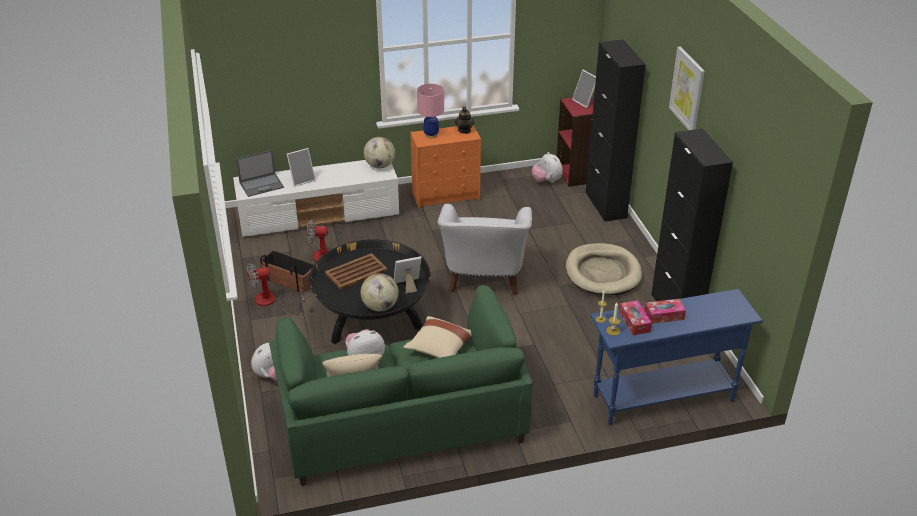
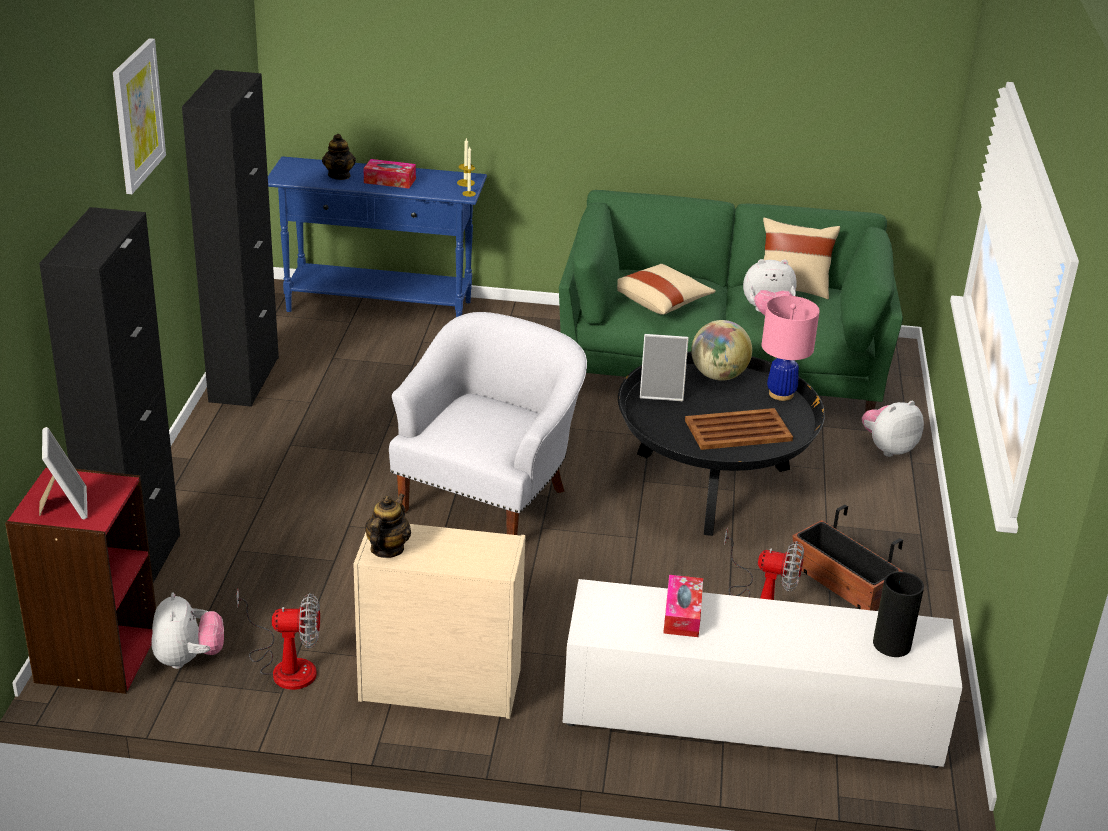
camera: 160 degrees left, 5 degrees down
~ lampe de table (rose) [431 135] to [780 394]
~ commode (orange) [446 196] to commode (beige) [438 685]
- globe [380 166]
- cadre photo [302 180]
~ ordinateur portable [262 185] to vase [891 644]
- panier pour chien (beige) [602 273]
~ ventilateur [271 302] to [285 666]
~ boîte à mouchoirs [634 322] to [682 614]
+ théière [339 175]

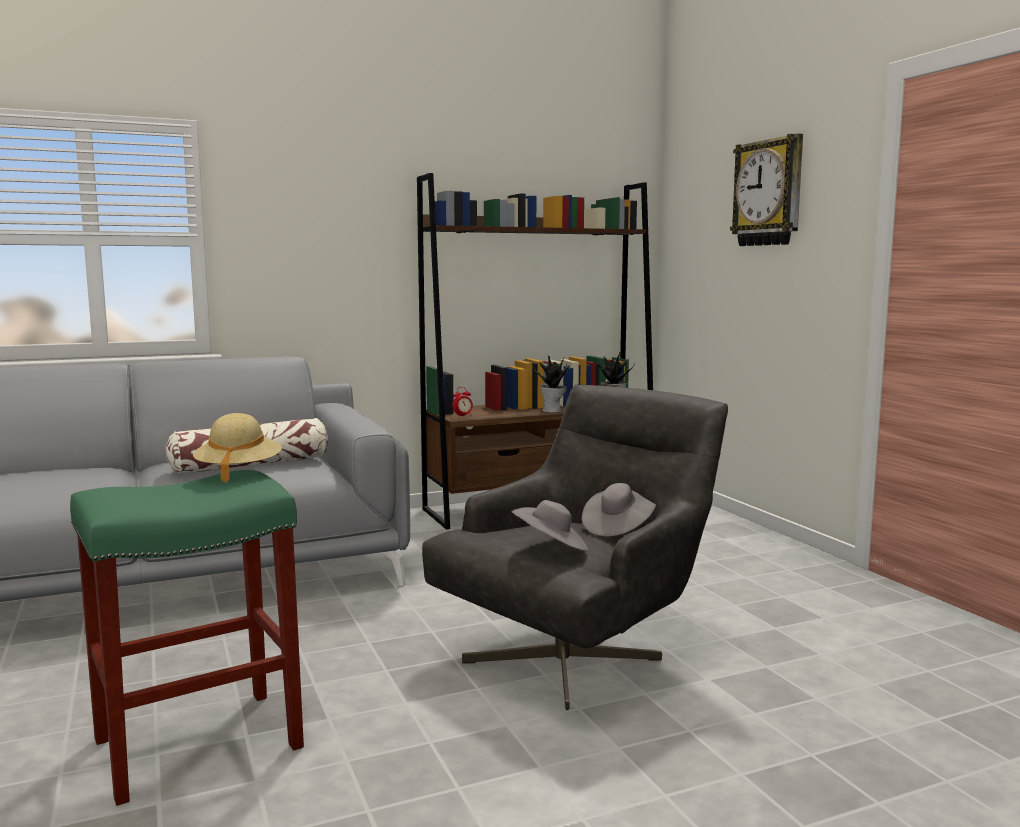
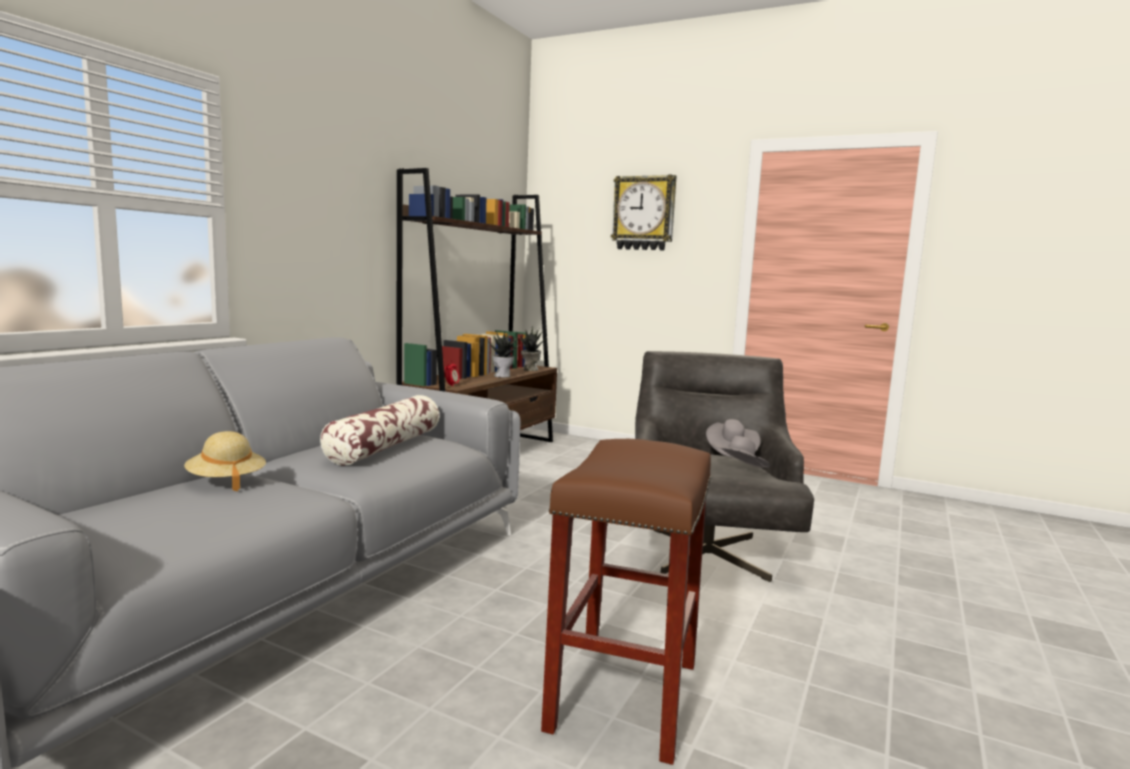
camera: 40 degrees left, 0 degrees up
~ chapeau (beige) [238 472] to [226 481]
~ tabouret (vert) [200 742] to tabouret (marron) [623 694]

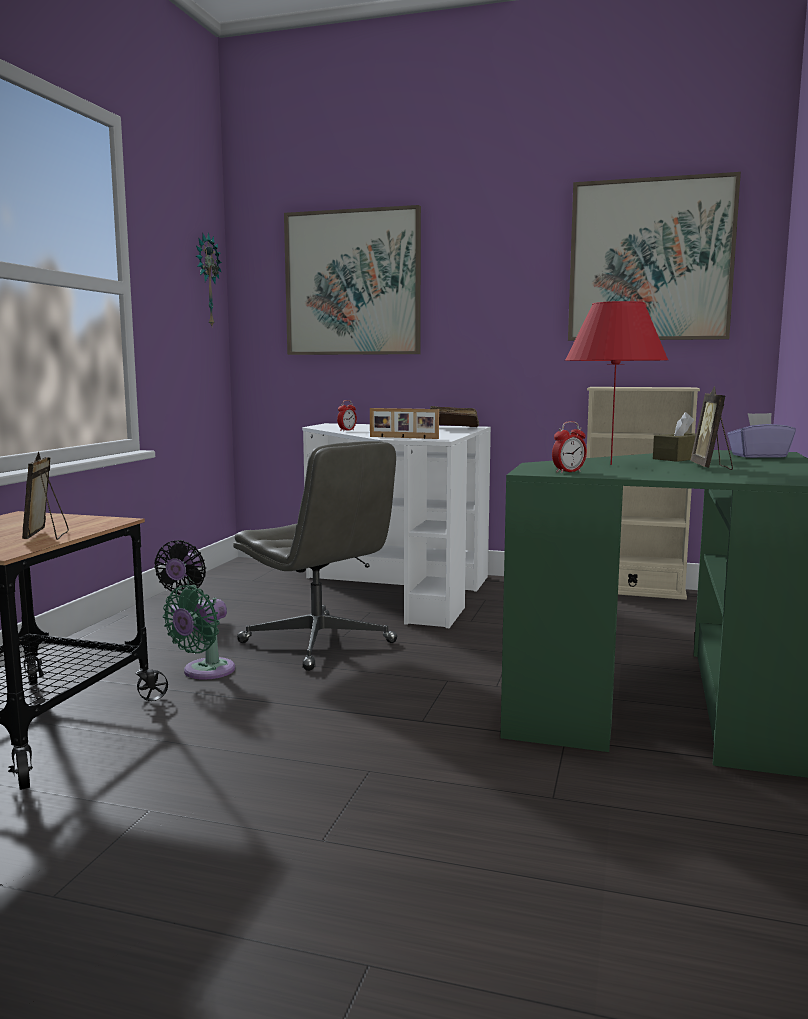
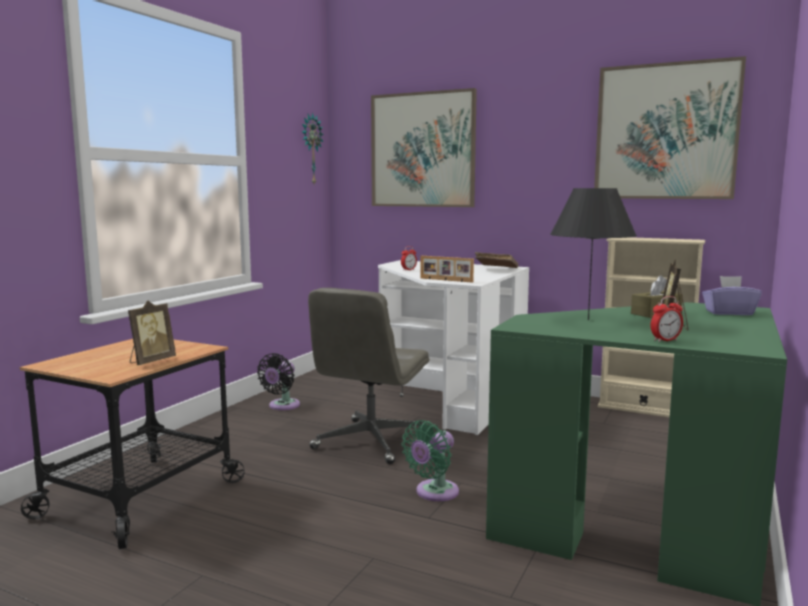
camera: 10 degrees right, 0 degrees up
~ lampe de table (rouge) [610 464] to lampe de table (noir) [587 320]
~ réveil [568 472] to [665 340]
~ chaise de bureau (gris) [319 643] = [370 441] 60 degrees clockwise
~ cadre photo [47 536] = [151 361] 150 degrees counterclockwise
~ ventilateur (vert) [205 672] to [434 493]

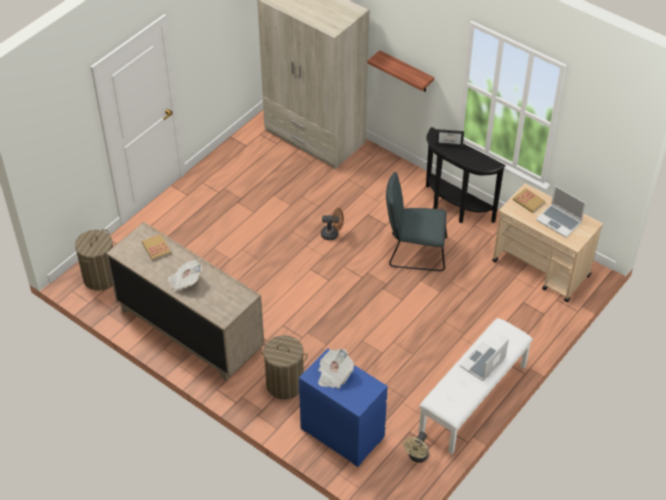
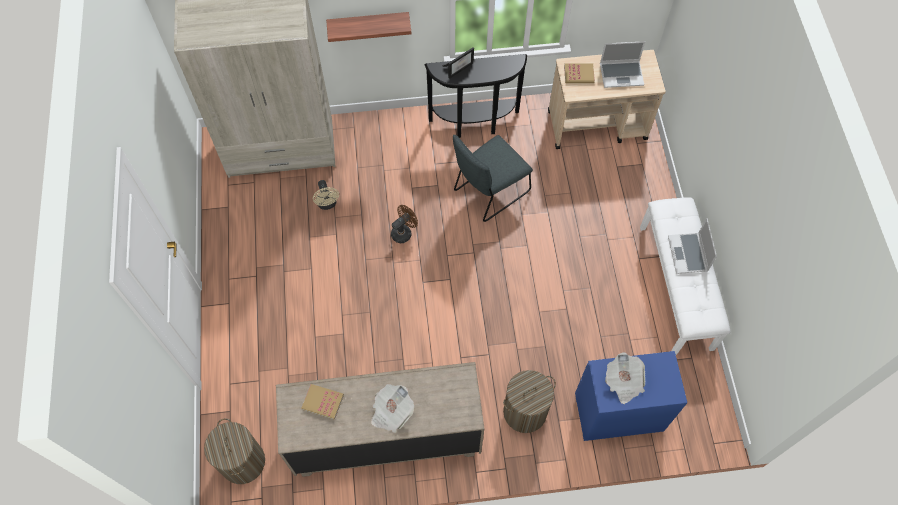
camera: 45 degrees left, 15 degrees up
~ ventilateur (beige) [417 457] to [327 204]

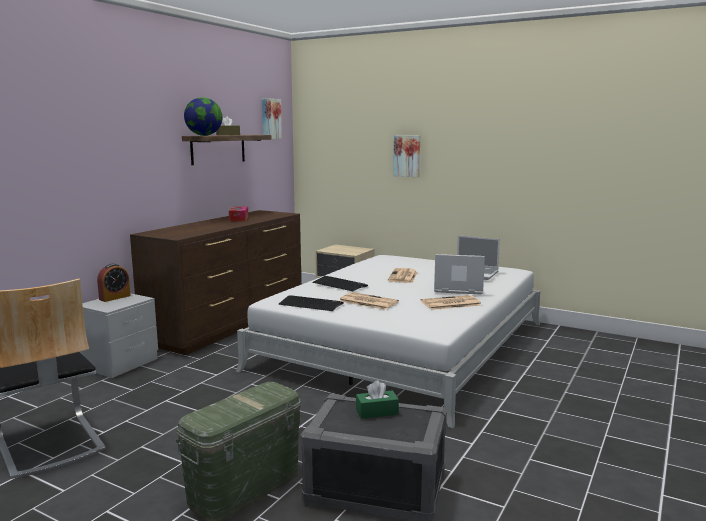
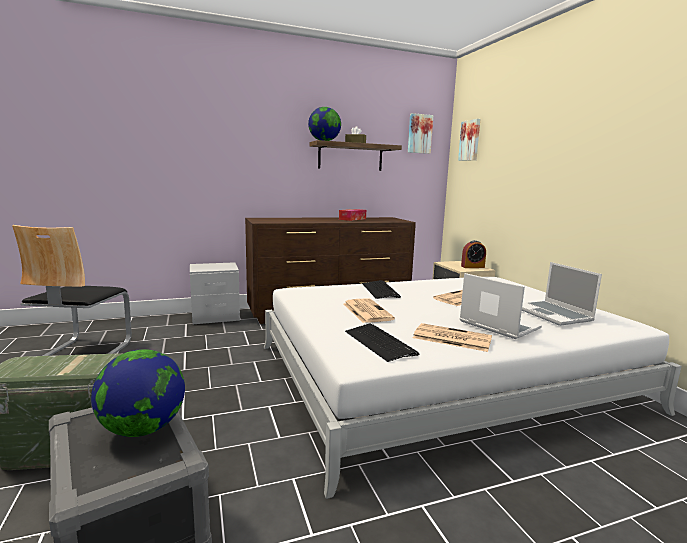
camera: 40 degrees right, 0 degrees up
~ tableau [407 156] to [470 140]
~ réveil [115 297] to [472 267]
~ clavier [310 304] to [380 343]
~ boîte à mouchoirs (vert) [377 412] to globe [143 429]

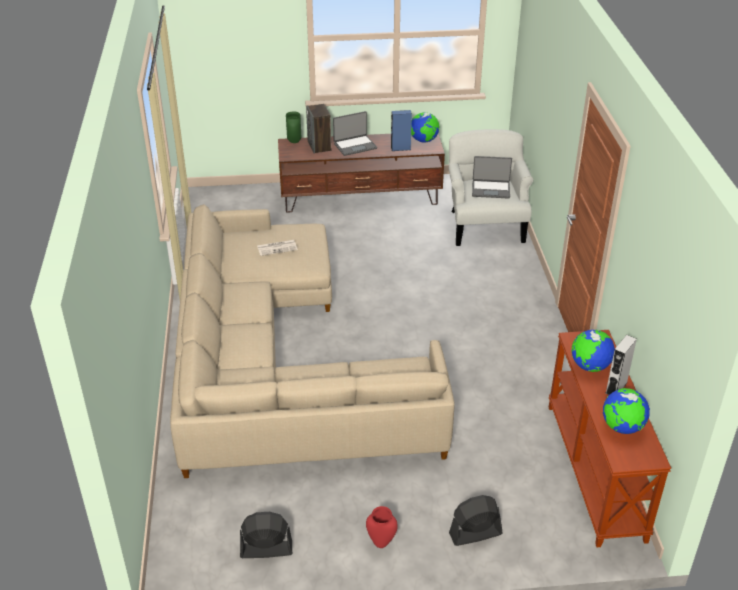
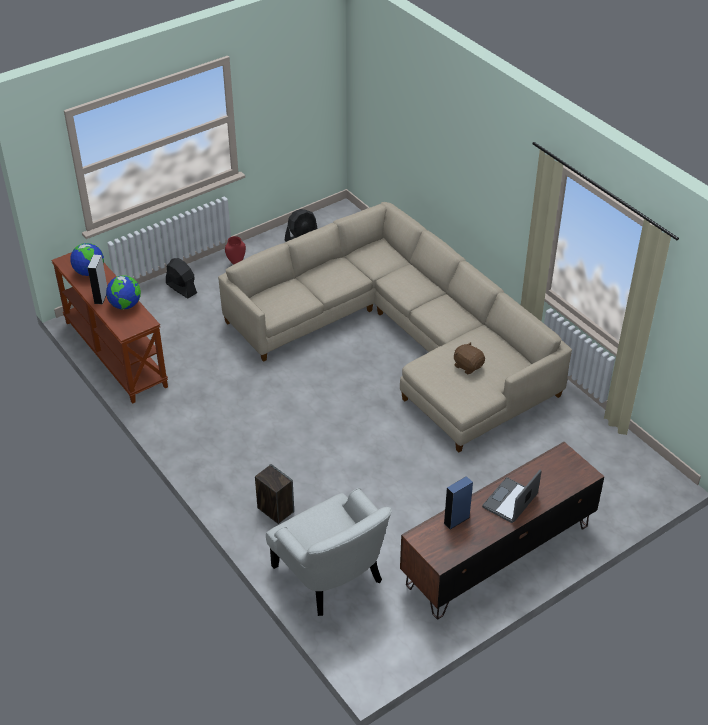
camera: 150 degrees right, 5 degrees up
~ enceinte [319 146] to [275 510]
- vase (vert) [294 141]
- globe [424 140]
- ordinateur portable [491 189]
~ journal [277 248] to peluche (marron) [468 366]
~ ventilateur (noir) [475 533] = [181 288] 90 degrees counterclockwise

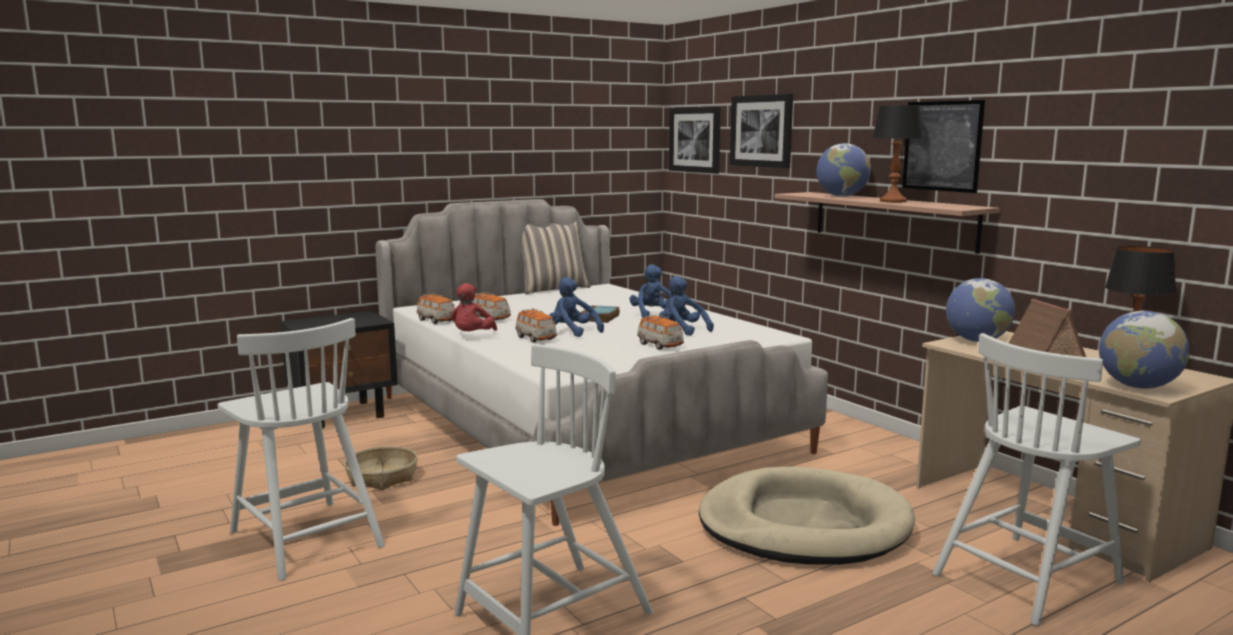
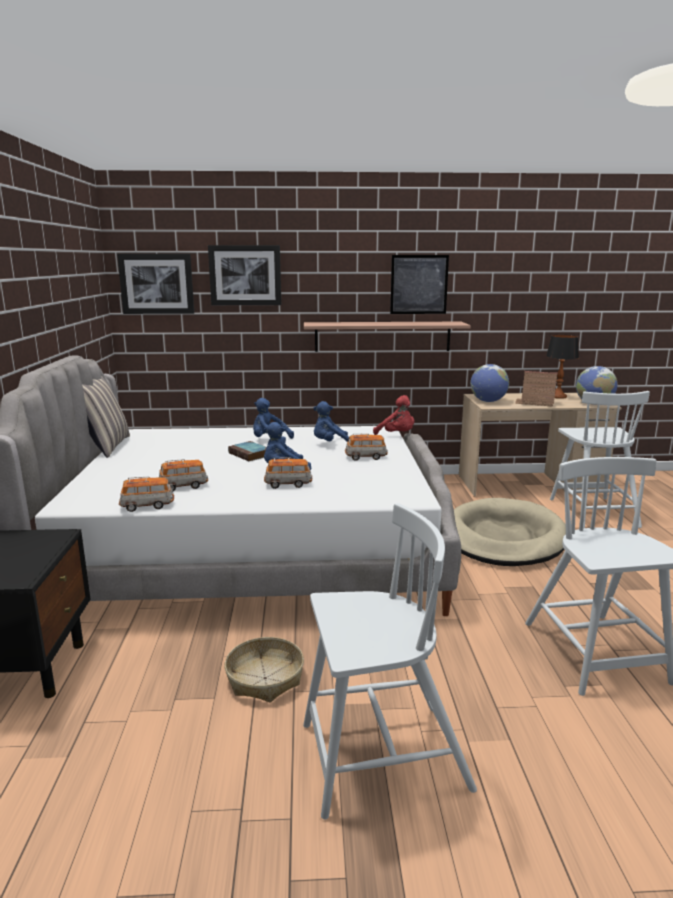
camera: 60 degrees left, 5 degrees up
- lampe de table [893 201]
- globe [841 196]
~ peluche (rouge) [472 336] to [397 435]

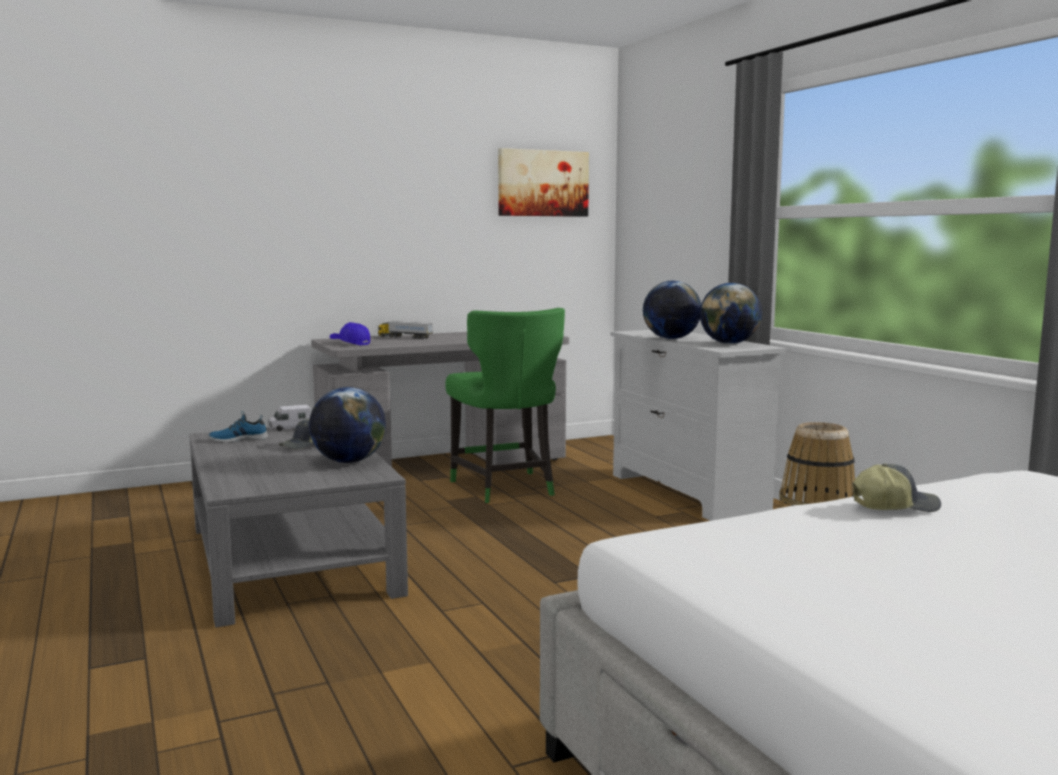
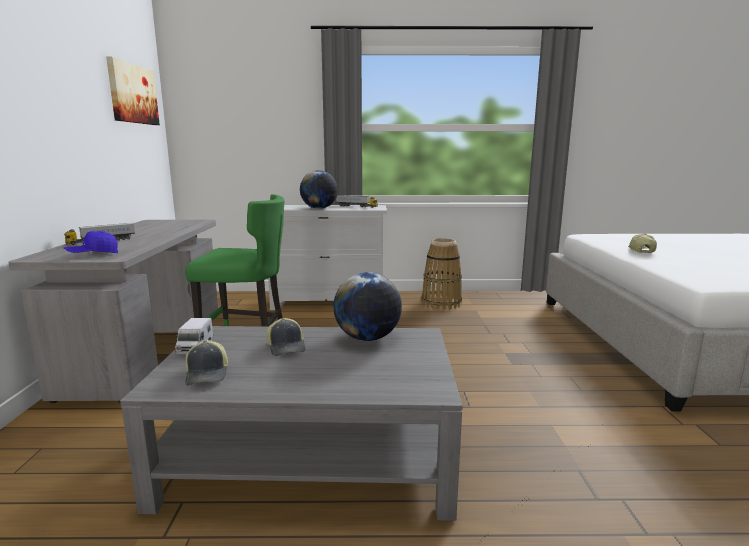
camera: 65 degrees left, 5 degrees up
~ globe [729 343] to camion jouet [356 206]
~ chaussure [238 439] to casquette [208 374]

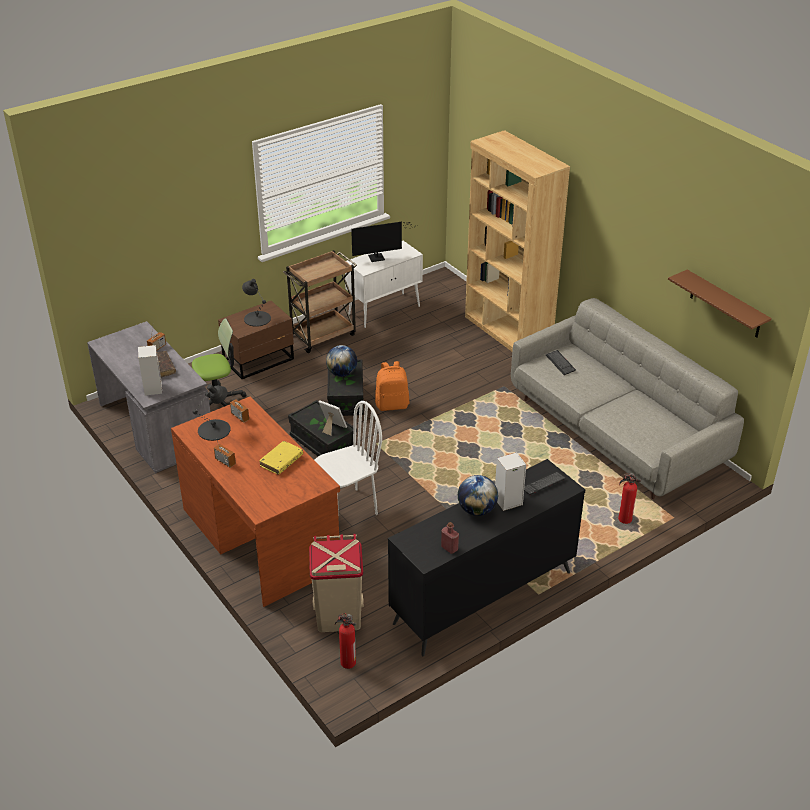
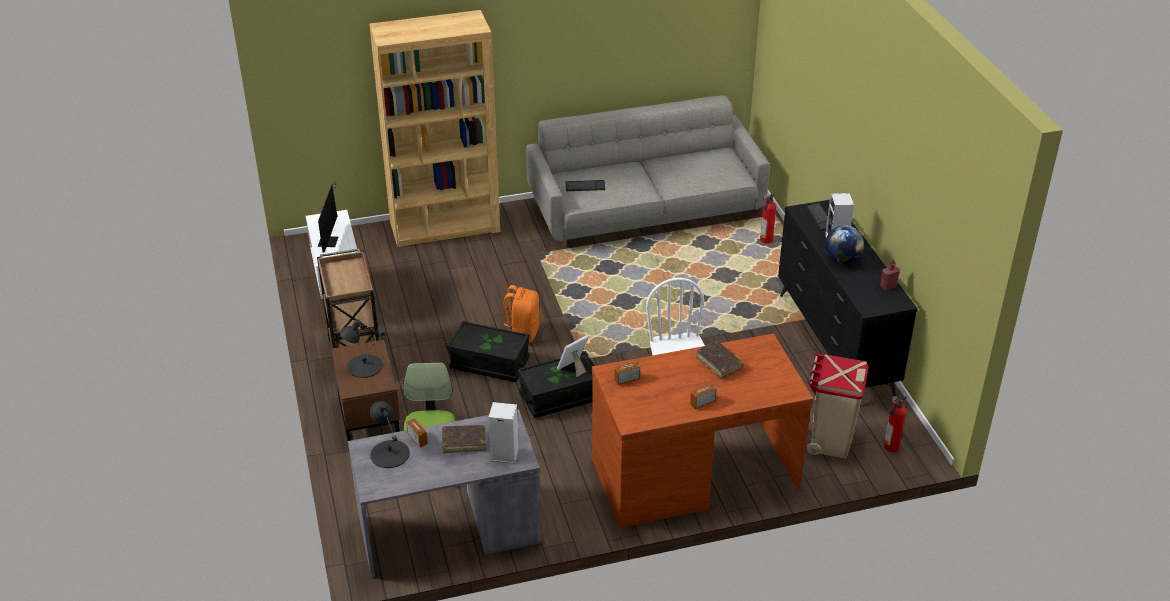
camera: 70 degrees left, 0 degrees up
- étagère (marron) [725 305]
- globe [342 373]
~ lampe de table (noir) [214 430] to [390 453]
~ livre (jaune) [281 461] to livre (marron) [719 363]

